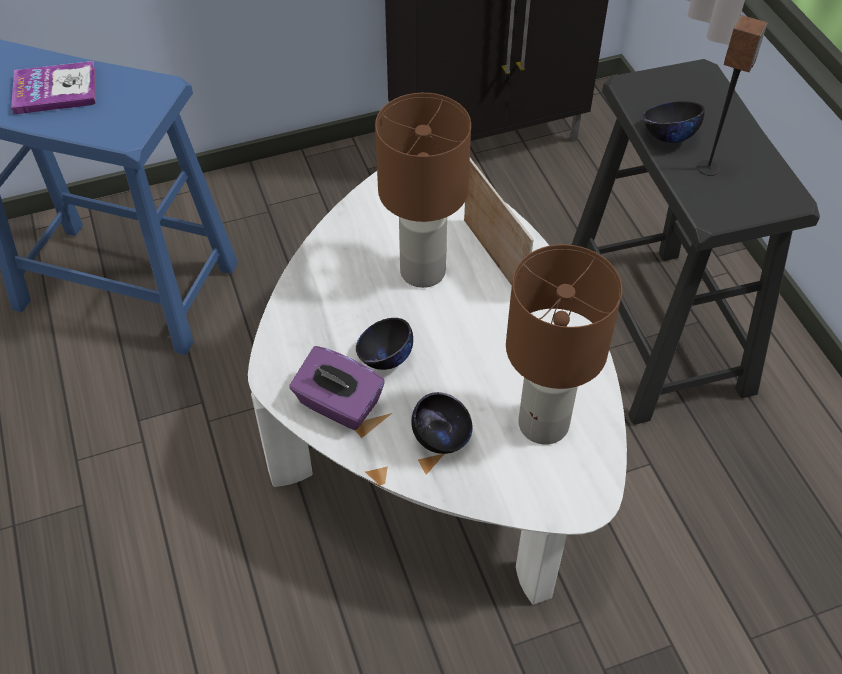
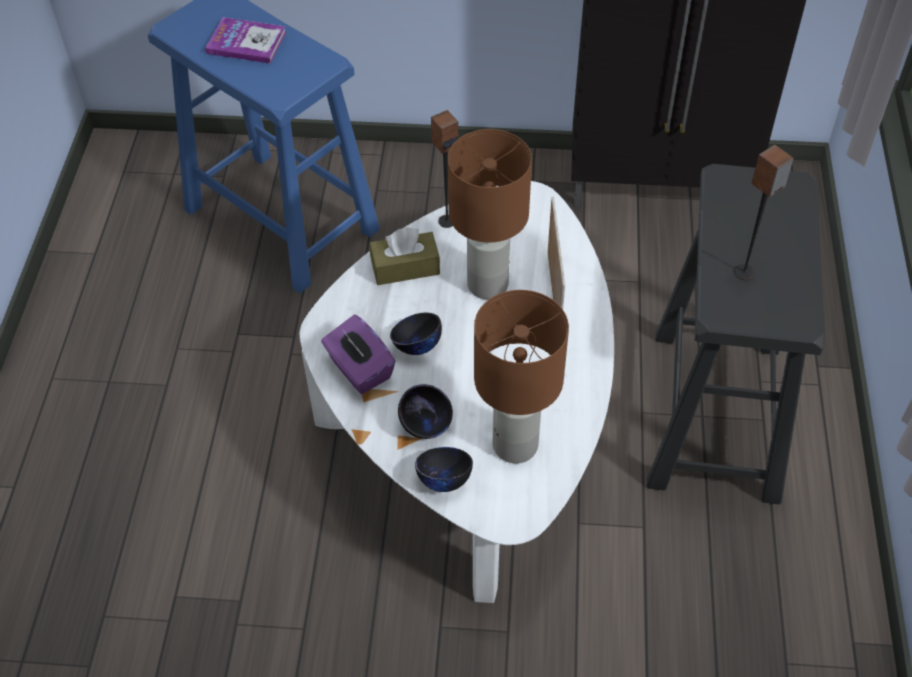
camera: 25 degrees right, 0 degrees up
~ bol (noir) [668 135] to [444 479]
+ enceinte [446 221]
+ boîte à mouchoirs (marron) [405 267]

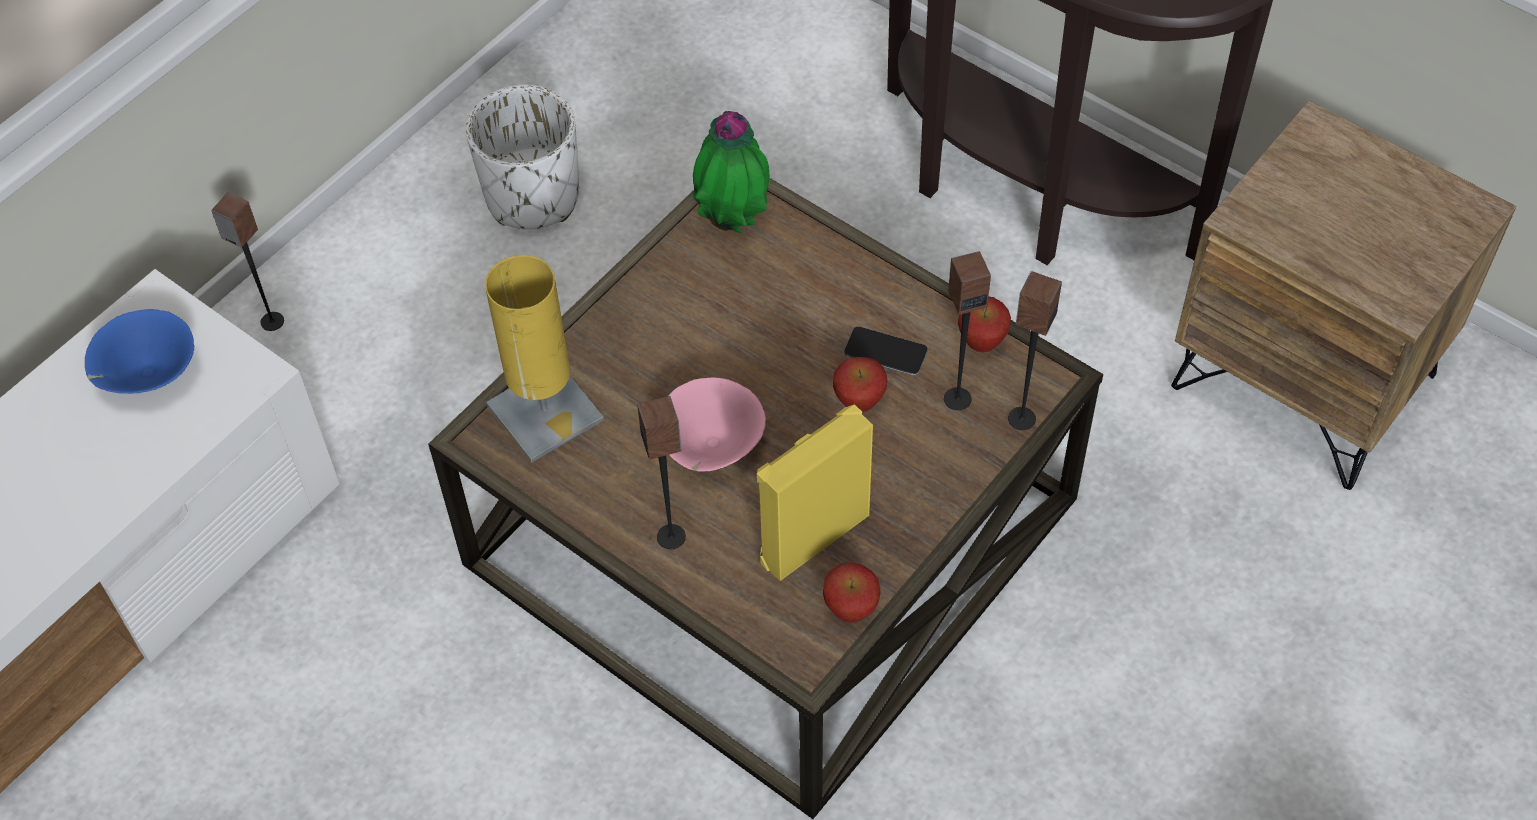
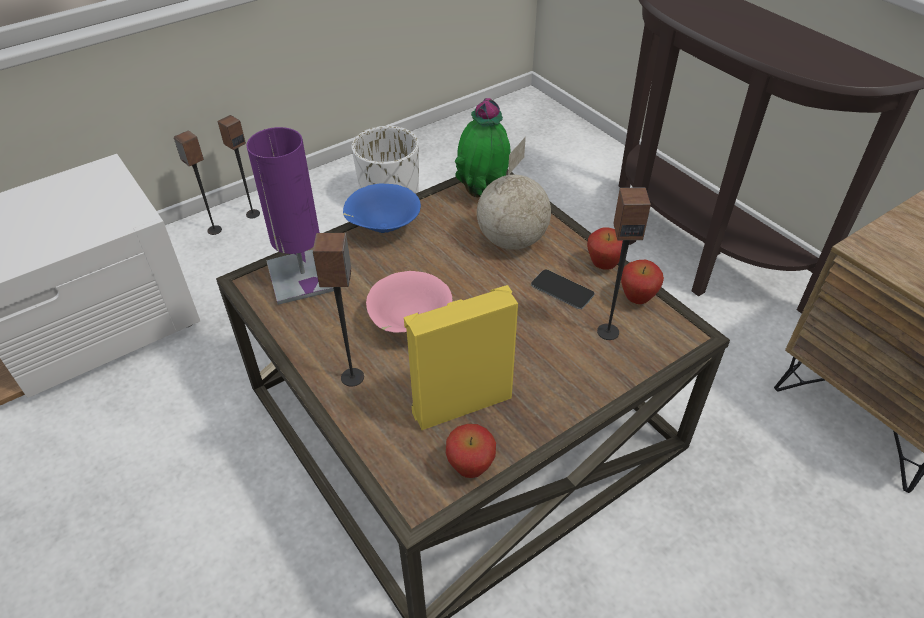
camera: 15 degrees right, 10 degrees down
~ lampe de table (jaune) [545 412] to lampe de table (violet) [303 276]
~ enceinte [1021 418] to [252 214]
~ bol (bleu) [147 375] to [382 228]
~ pomme [859 403] to [603 266]
+ globe [513 240]

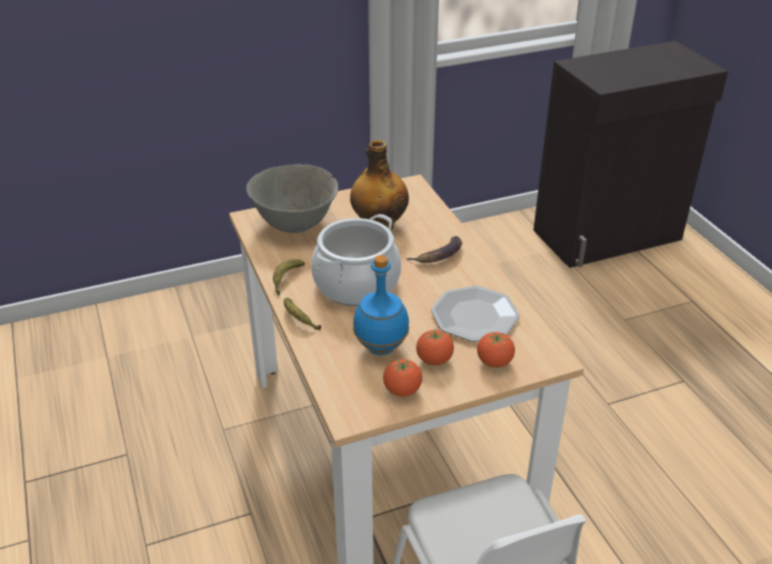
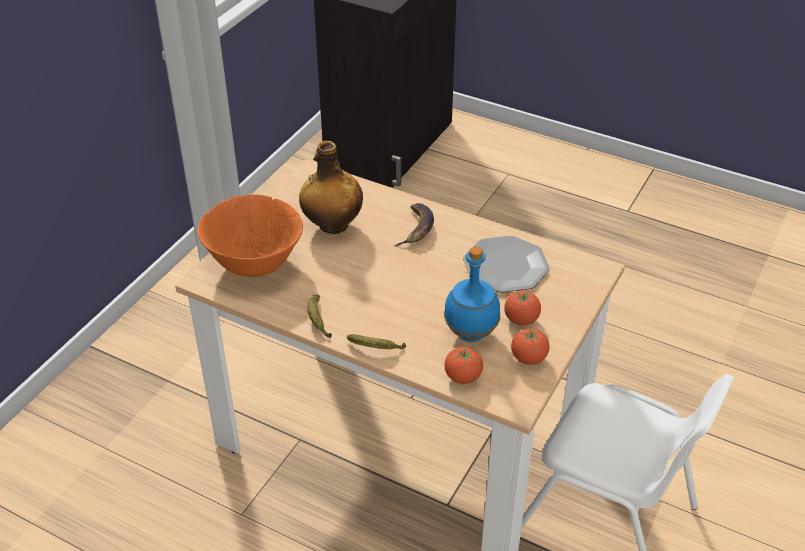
camera: 40 degrees left, 5 degrees up
~ bol (gris) [294 223] to bol (orange) [254 263]
- marmite [357 284]
~ tomate [494 362] to [463 377]

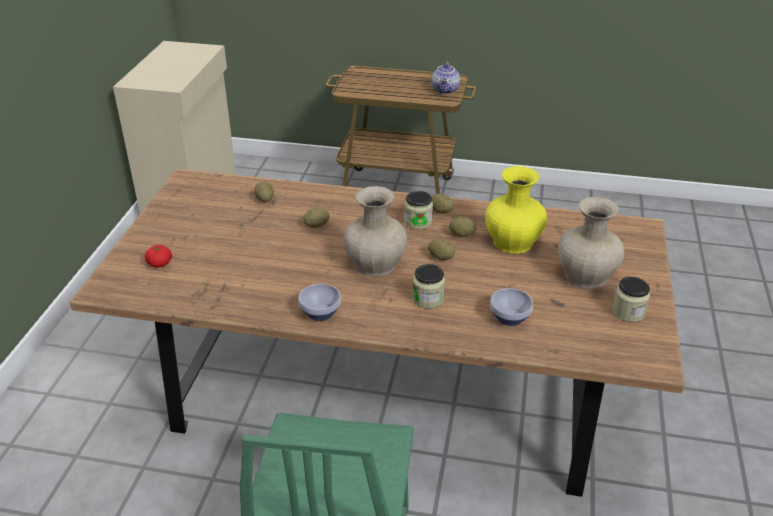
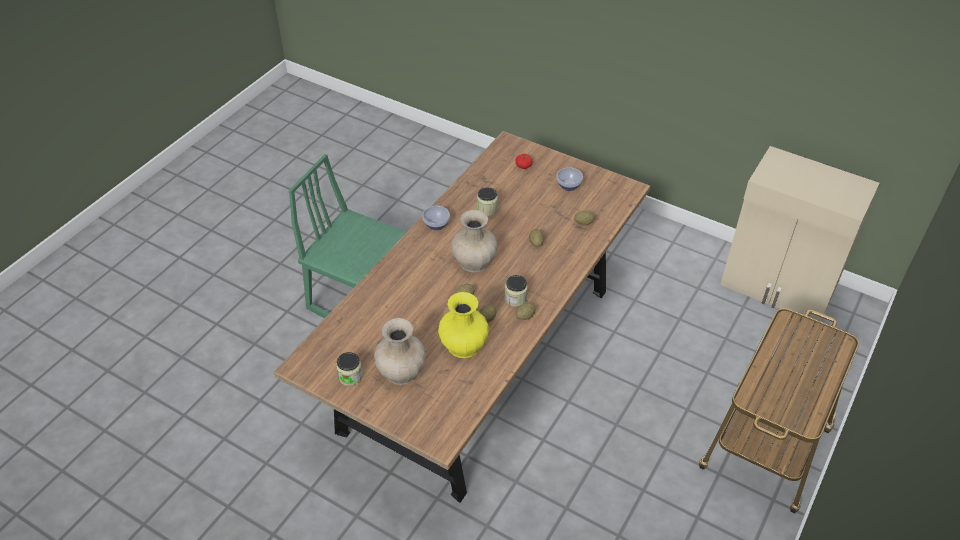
camera: 110 degrees right, 10 degrees up
- théière [446 90]
~ bocal [428 299] to [487 209]
~ bol [510 319] to [568 185]

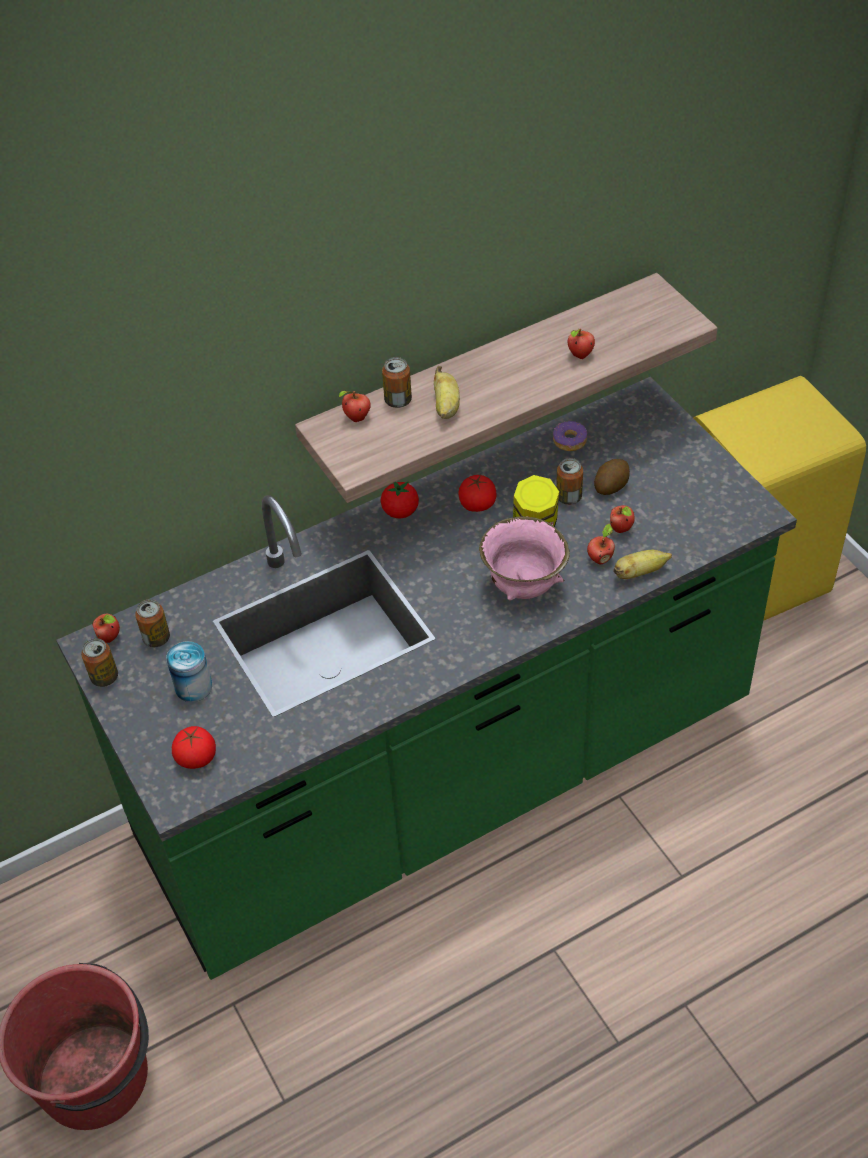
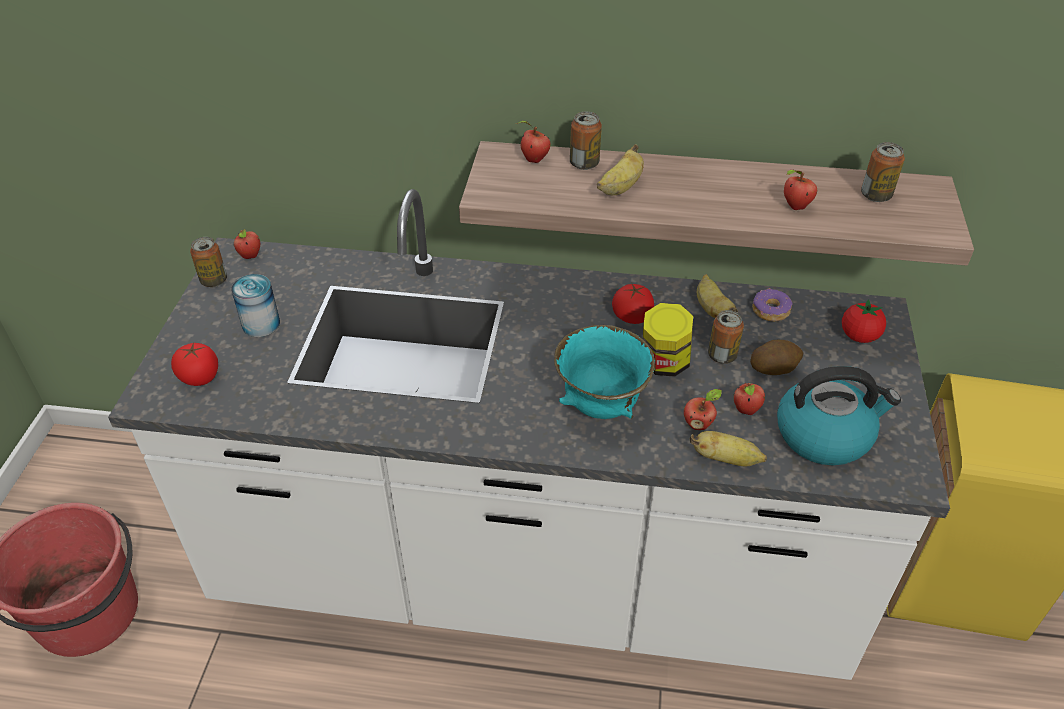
camera: 35 degrees right, 5 degrees down
~ comptoir de cuisine (vert) [447 777] to comptoir de cuisine (blanc) [532 571]
~ tomate [400 512] to [859 336]
~ bol (rose) [523 588] to bol (turquoise) [600 407]
~ boîte métallique [156 638] to [876 195]
+ banane [712 310]
+ bouilloire [825 434]

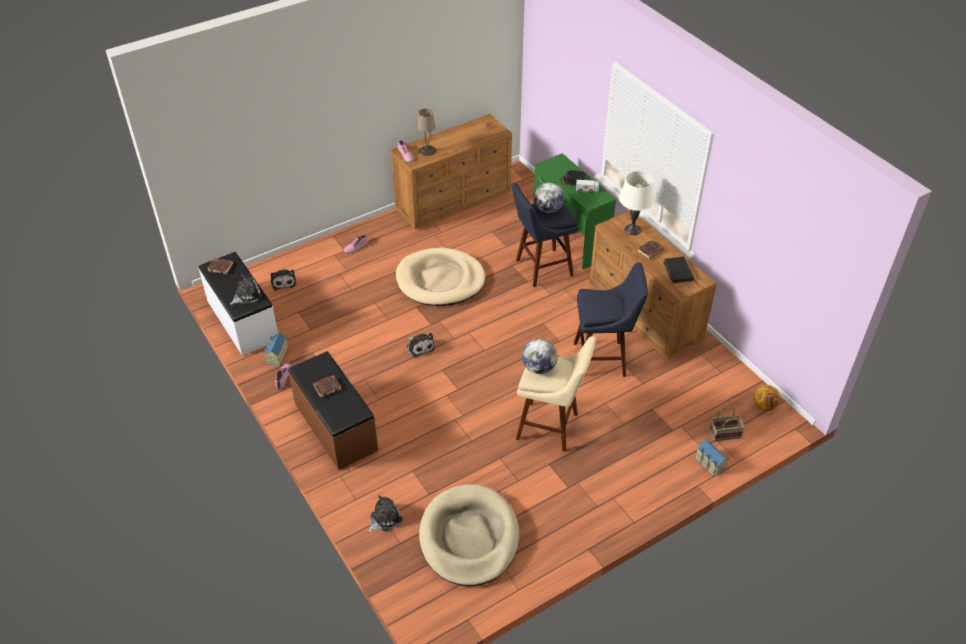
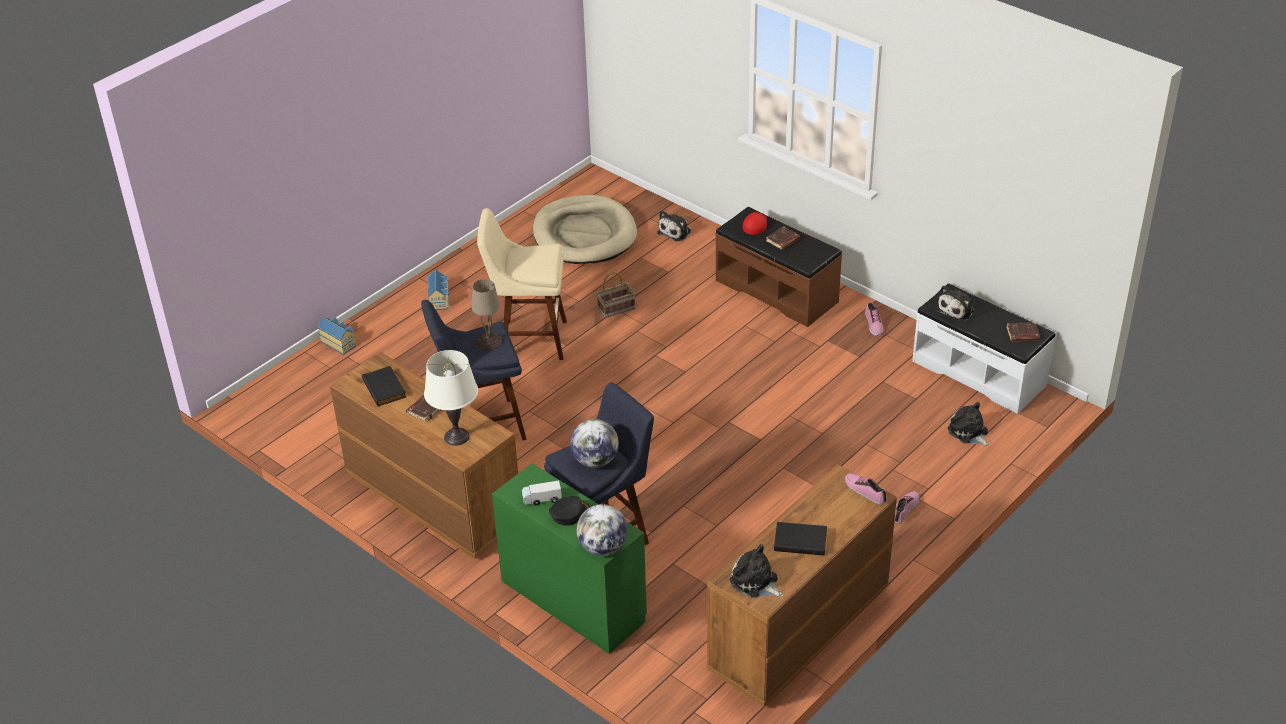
camera: 165 degrees right, 5 degrees down
~ lampe de table (beige) [427 150] to [490 342]
- panier pour chien (beige) [440 280]
~ maison miniature [276 355] to [440 299]
~ peluche [419 347] to [755 582]
~ globe [539 368] to [603 547]
- ballon de basket [764 406]
~ panier [725 433] to [616 309]
+ casquette (rouge) [755 225]
+ livre (noir) [800 540]

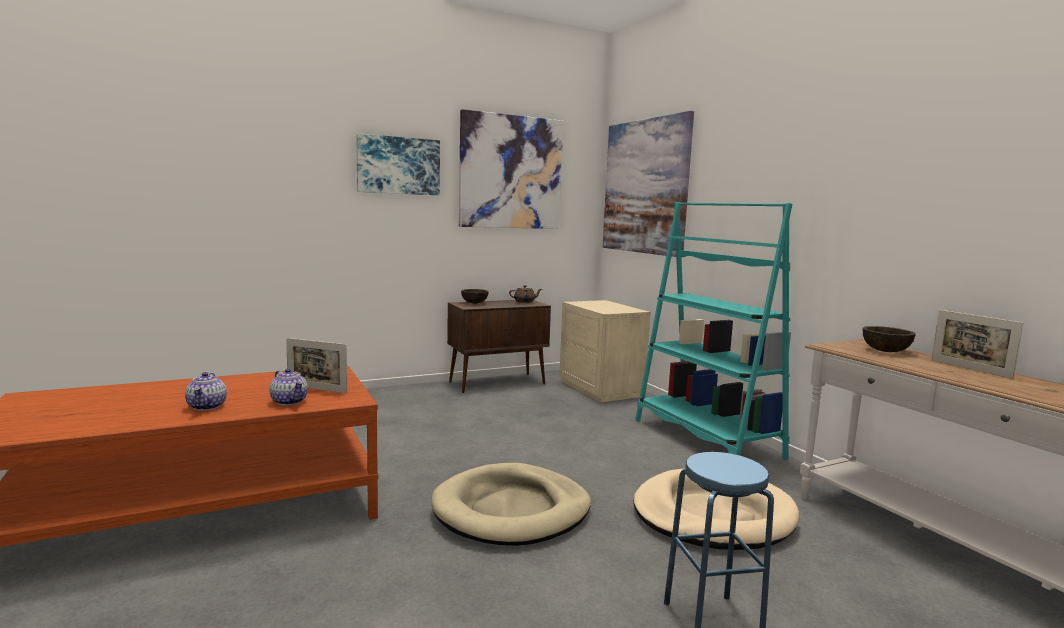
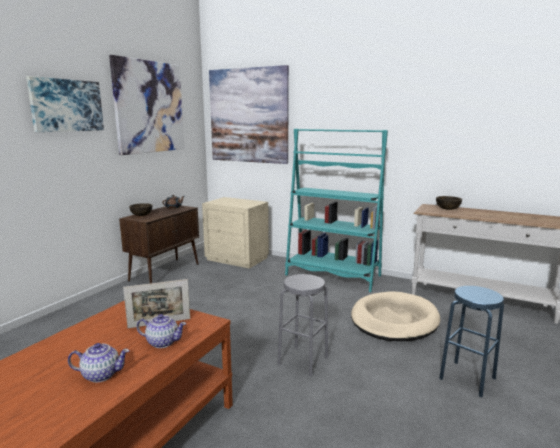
camera: 35 degrees left, 5 degrees up
- cadre photo [970 369]
~ théière [207 406] = [101 374] 45 degrees counterclockwise
~ panier pour chien (beige) [512 510] to tabouret (gris) [303 360]

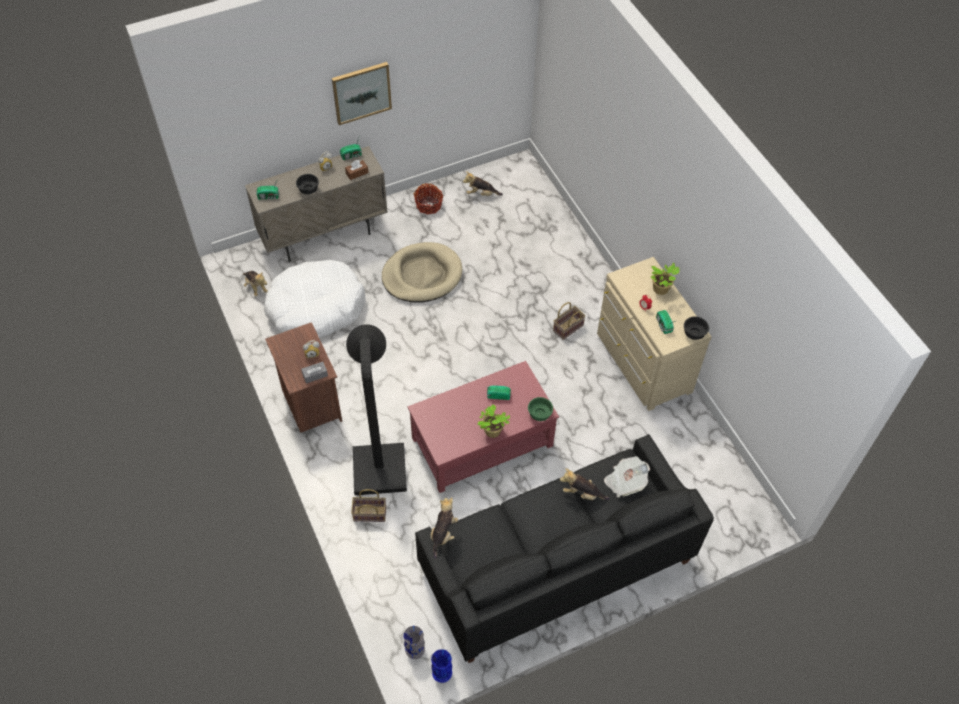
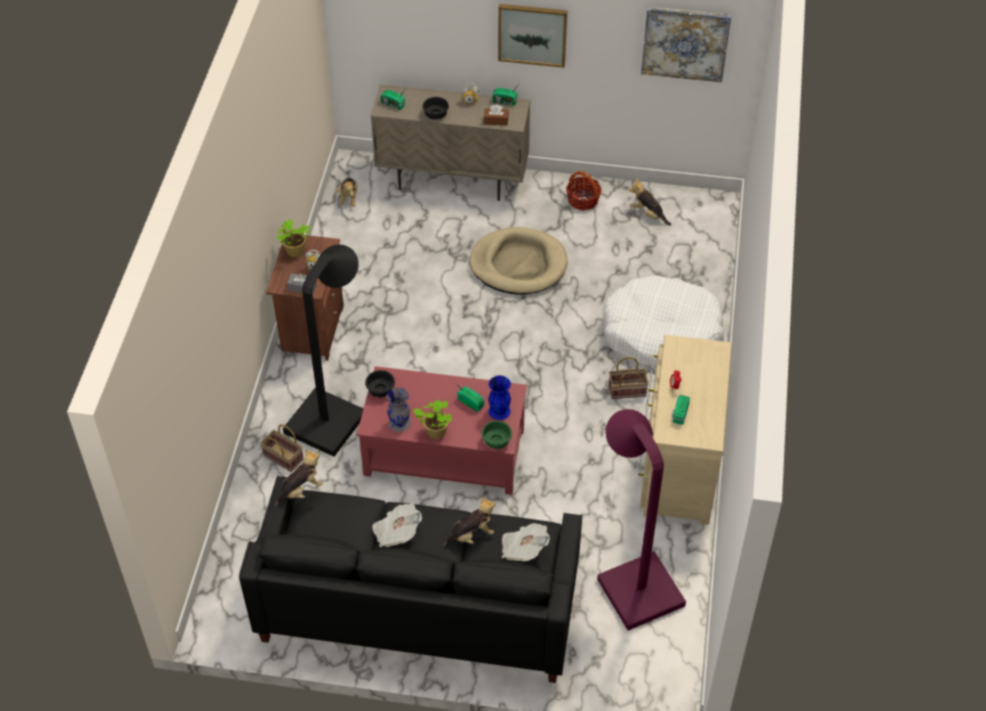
camera: 35 degrees right, 5 degrees down
~ panier pour chien (blanc) [315 308] to [662 334]
~ plante en pot [661 290] to [294 252]
~ bol (noir) [693 332] to [381 389]
~ peluche [582 493] = [471 535] 105 degrees clockwise
~ vase (gris) [415 649] to [400 422]
~ vase (bleu) [442 672] to [499 411]
+ tableau [685 43]
+ lampadaire (violet) [634 582]
+ journal [396 532]

